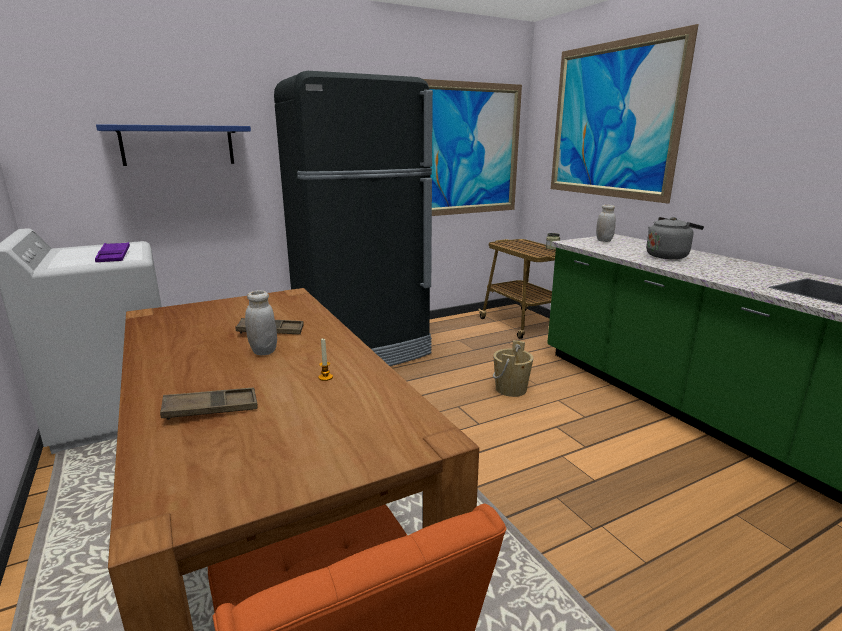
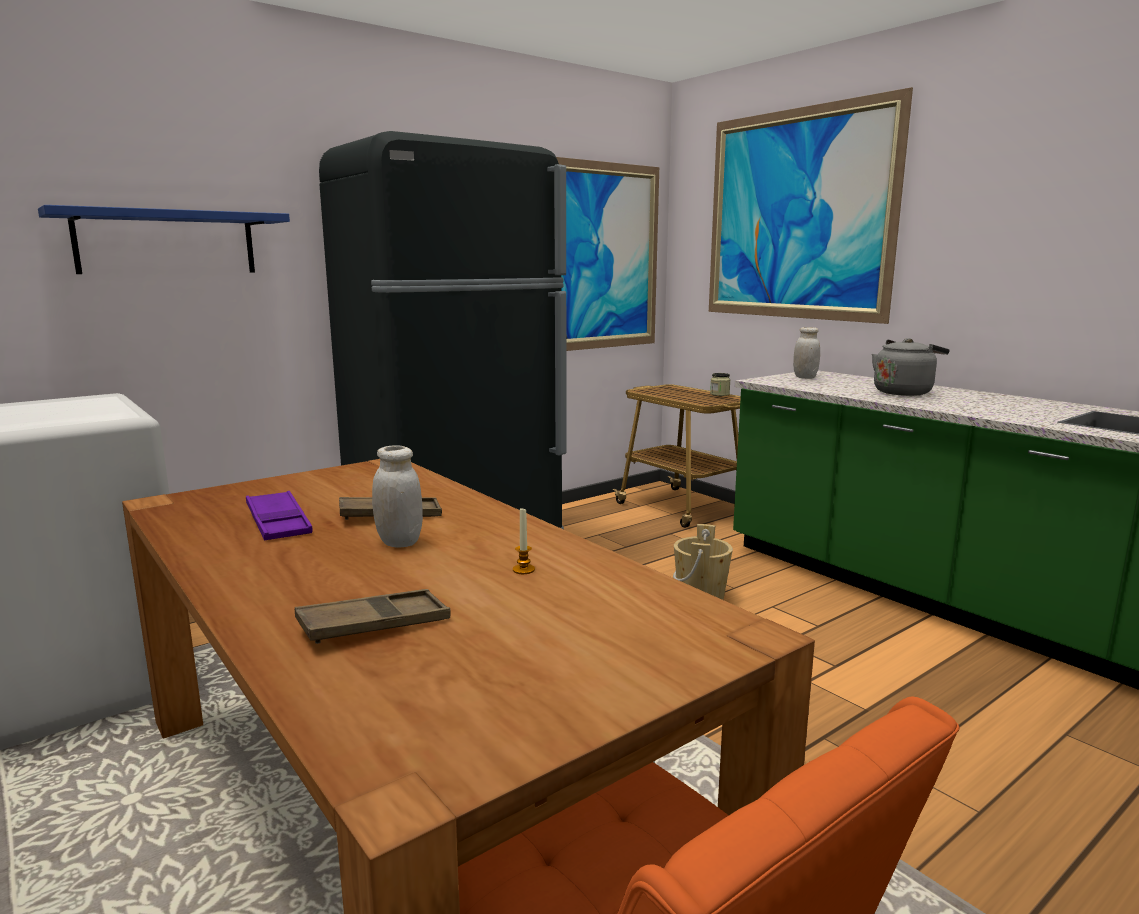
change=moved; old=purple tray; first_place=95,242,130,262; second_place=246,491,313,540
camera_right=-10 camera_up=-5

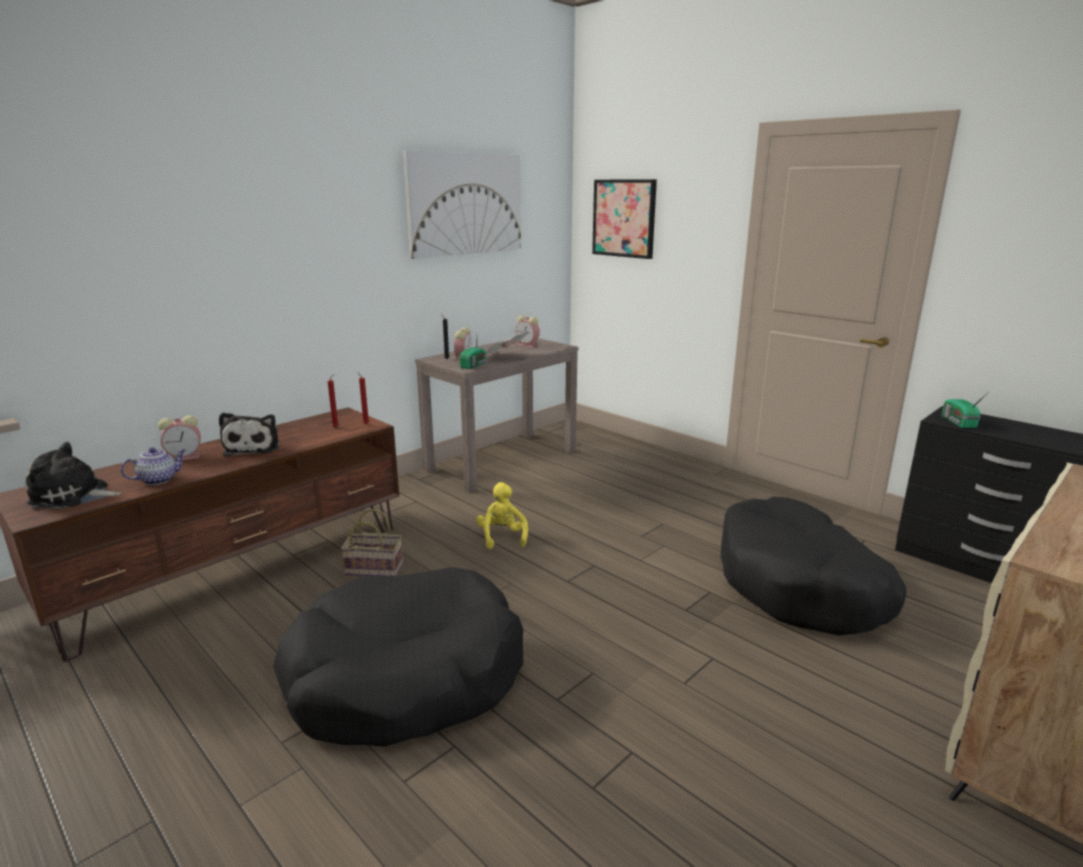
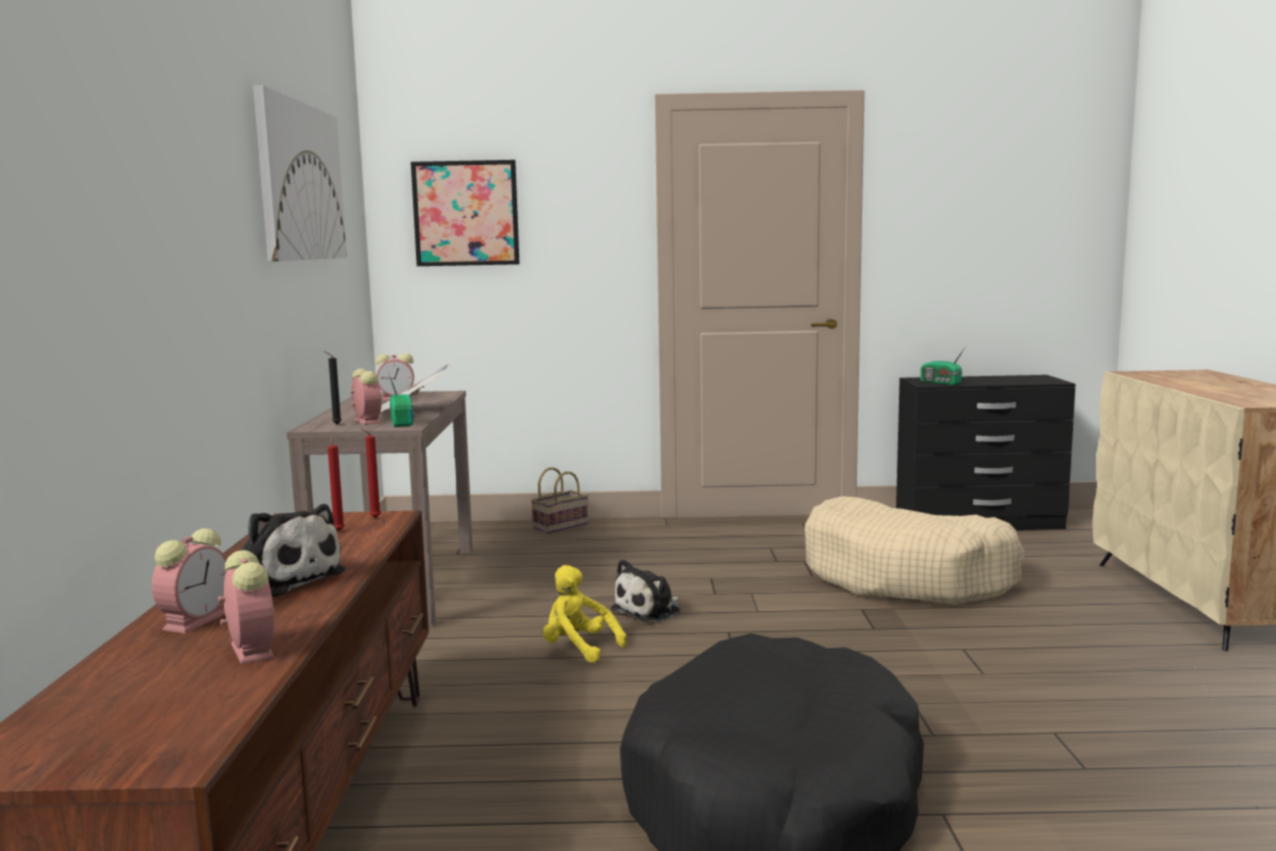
change=replaced; old=teapot; new=alarm clock; first_place=121,447,186,485; second_place=218,550,275,665
change=moved; old=basket; first_place=341,509,403,576; second_place=531,467,588,534
change=moved; old=plush toy; first_place=25,441,121,508; second_place=611,559,681,621
change=recoloured; old=black dog bed; new=beige dog bed; first_place=721,496,906,636; second_place=805,496,1025,605
camera_right=-45 camera_up=-10

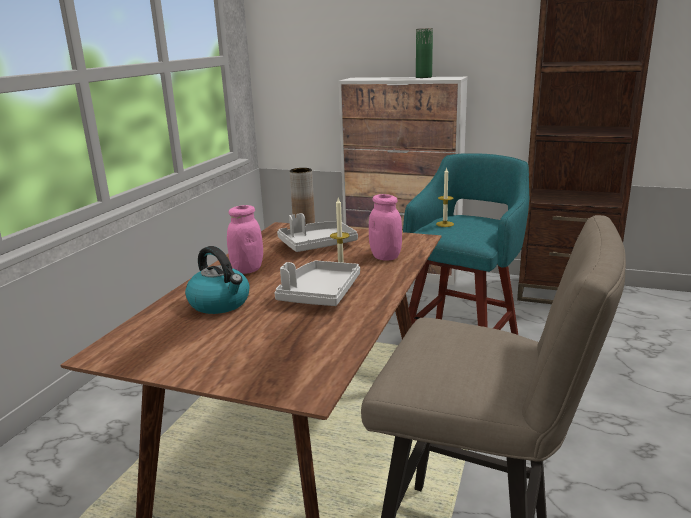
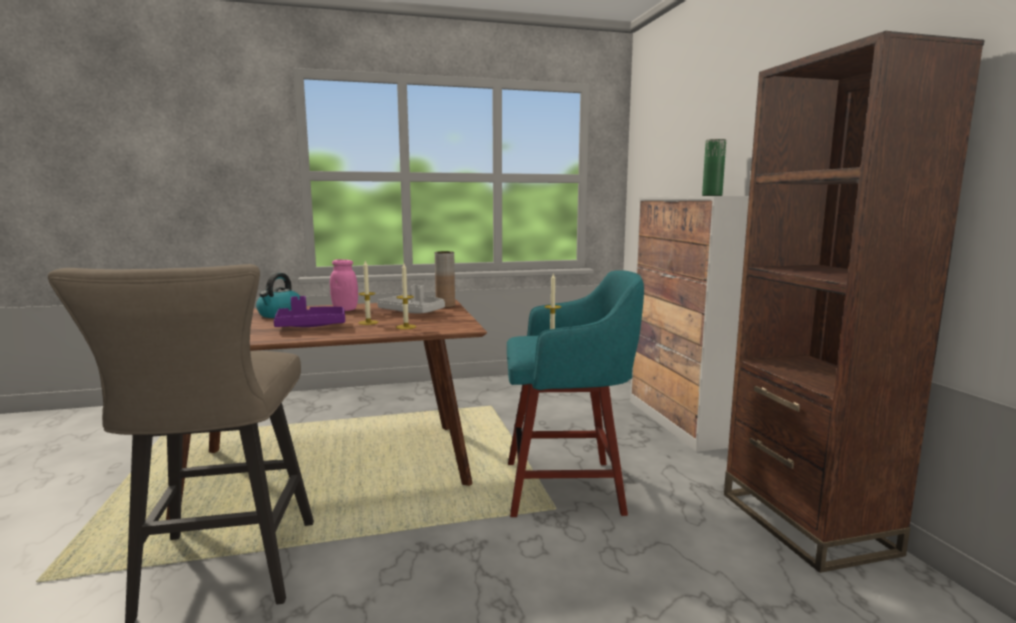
change=recoloured; old=grey tray; new=purple tray; first_place=274,261,360,306; second_place=273,296,345,327
change=replaced; old=pink jar; new=candle; first_place=369,194,402,261; second_place=396,263,416,329
camera_right=55 camera_up=-10

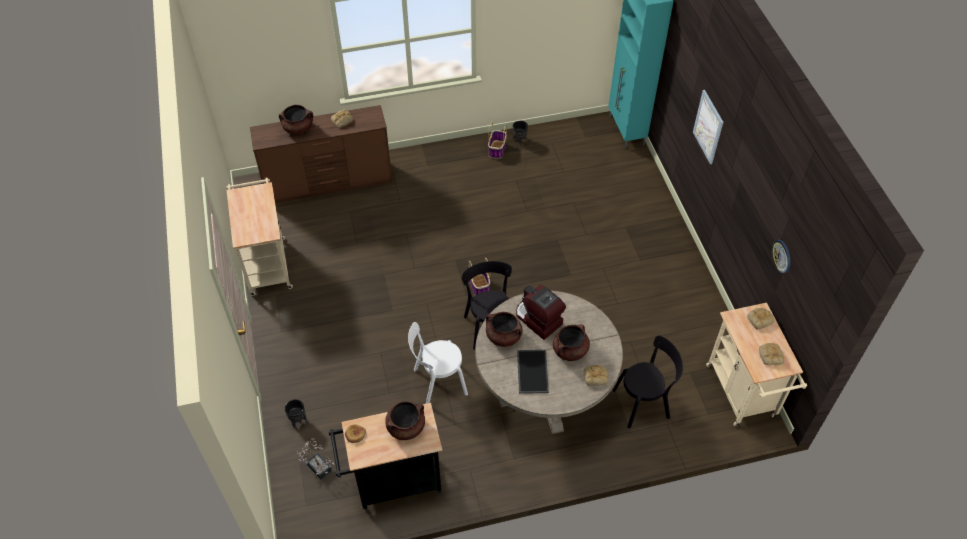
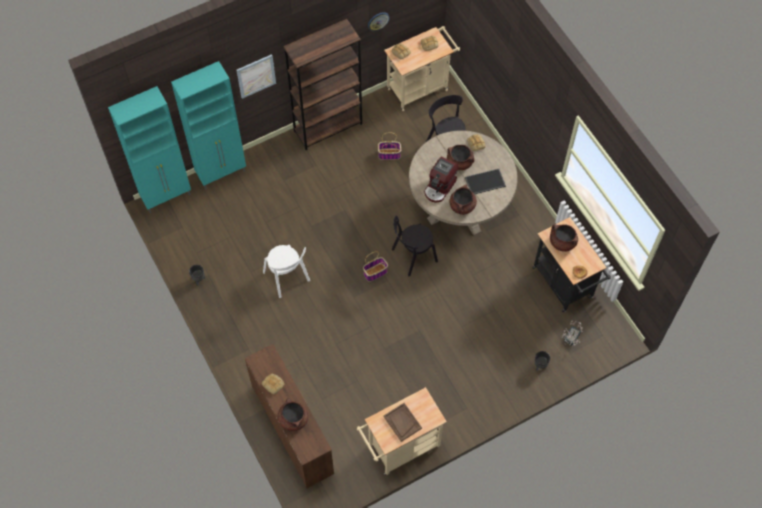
change=added; new=turquoise cabinet; second_place=171,61,246,189
change=moved; old=white chair; first_place=408,322,468,404; second_place=263,245,310,298
change=added; new=brown bookcase; second_place=283,19,362,150
change=moved; old=basket; first_place=488,122,507,159; second_place=378,132,401,160
change=added; new=brown tray; second_place=383,403,422,442
camera_right=-105 camera_up=10

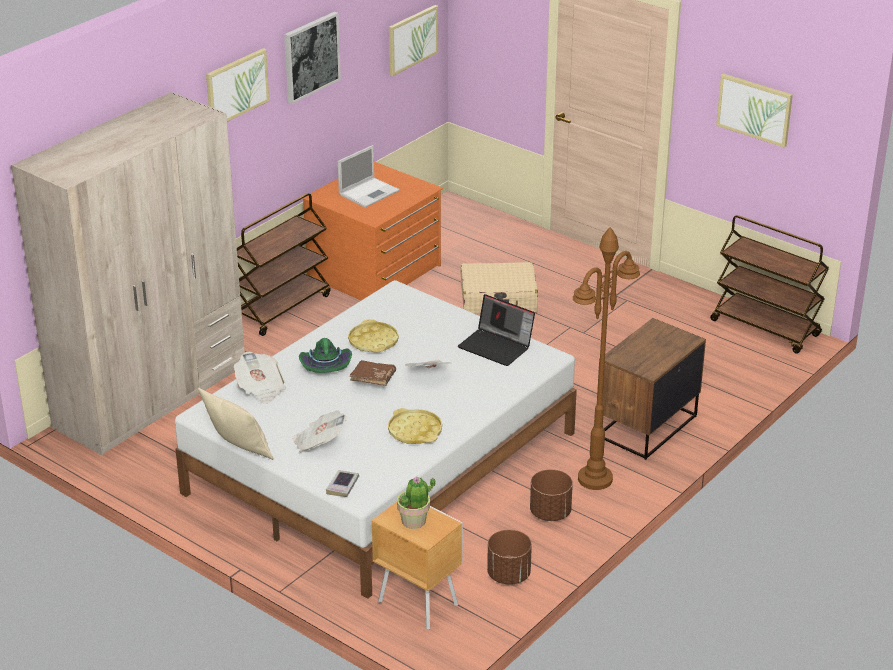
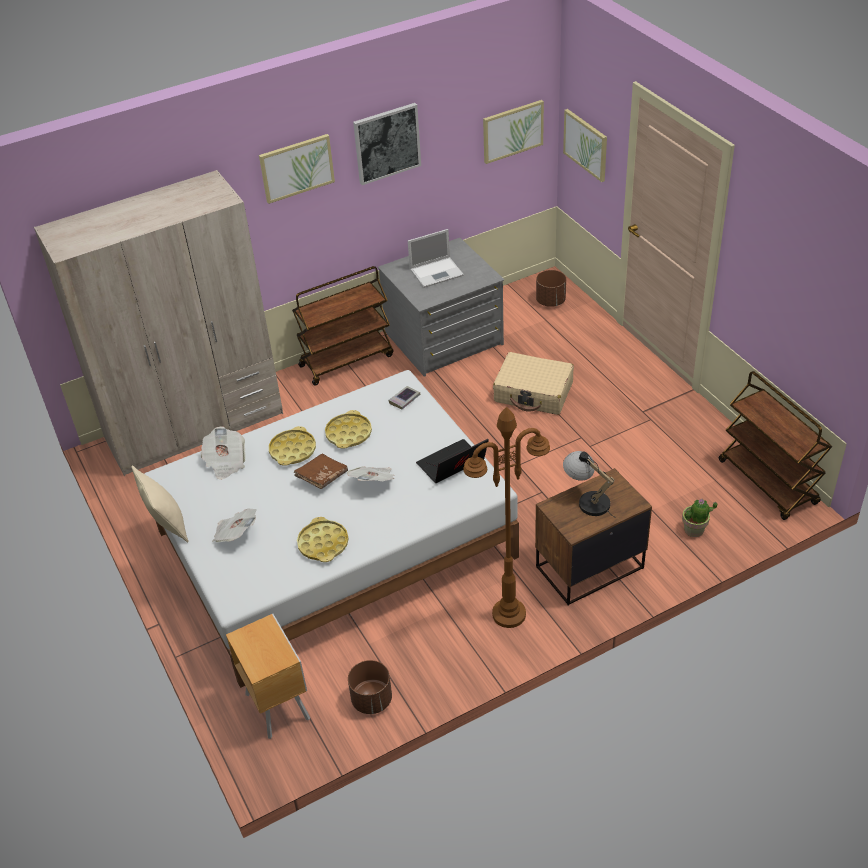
change=replaced; old=green hat; new=yellow tray; first_place=299,338,352,373; second_place=269,426,316,466
change=recoloured; old=orange dresser; new=grey dresser; first_place=302,162,443,300; second_place=378,238,504,377
change=moved; old=book; first_place=326,470,359,497; second_place=389,386,420,409
change=turned; old=laptop; first_place=458,294,535,366; second_place=416,439,489,483; degrees=90
change=moved; old=brown planter; first_place=530,469,573,521; second_place=536,270,566,307
change=moved; old=picture; first_place=716,74,793,148; second_place=563,109,607,182
change=added; new=table lamp; second_place=563,451,616,518
change=moved; old=potted plant; first_place=397,476,435,529; second_place=682,499,717,537
camera_right=25 camera_up=10

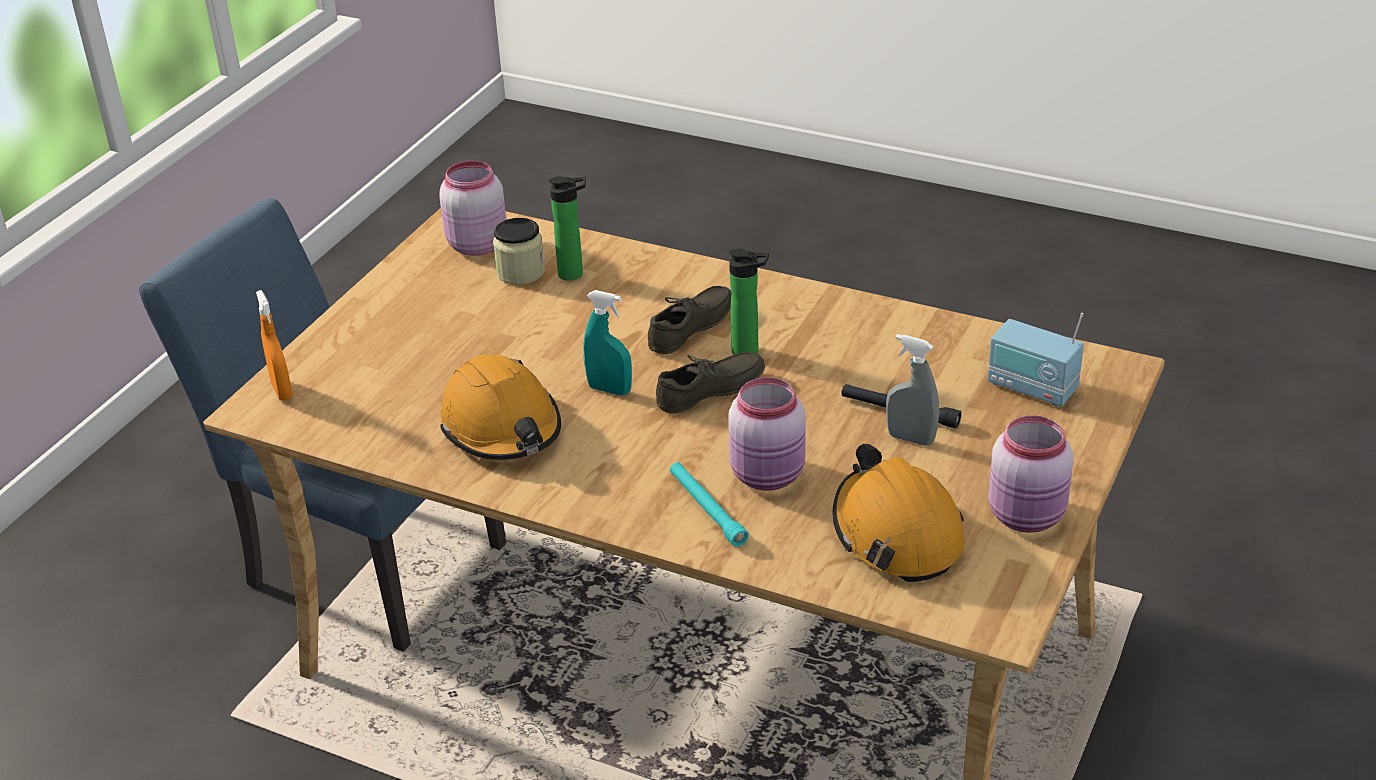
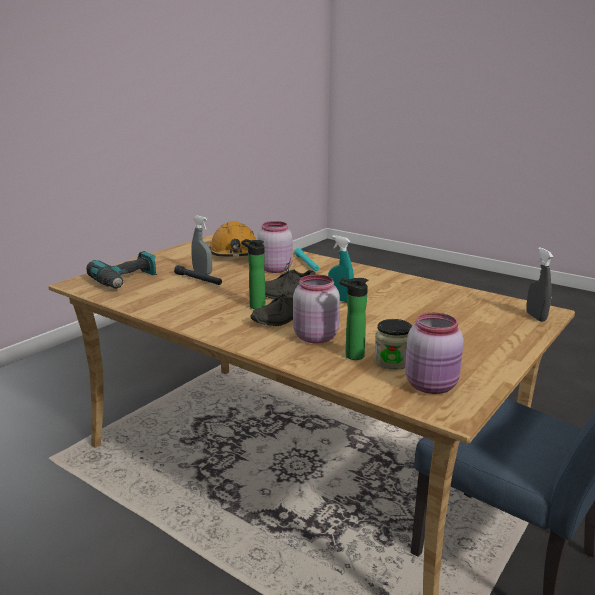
change=replaced; old=radio; new=power drill; first_place=988,313,1084,406; second_place=86,251,157,289
change=moved; old=pink jar; first_place=988,415,1073,533; second_place=293,275,340,344
change=recoloured; old=orange spray bottle; new=grey spray bottle; first_place=256,290,293,401; second_place=526,247,553,322
change=removed; old=orange hard hat; first_place=441,355,561,460
camera_right=-170 camera_up=-15

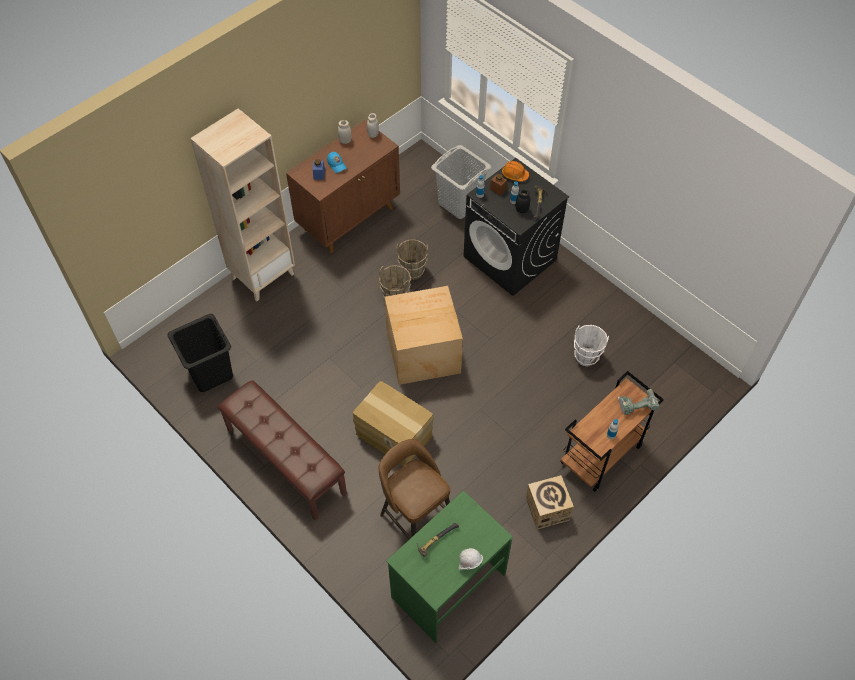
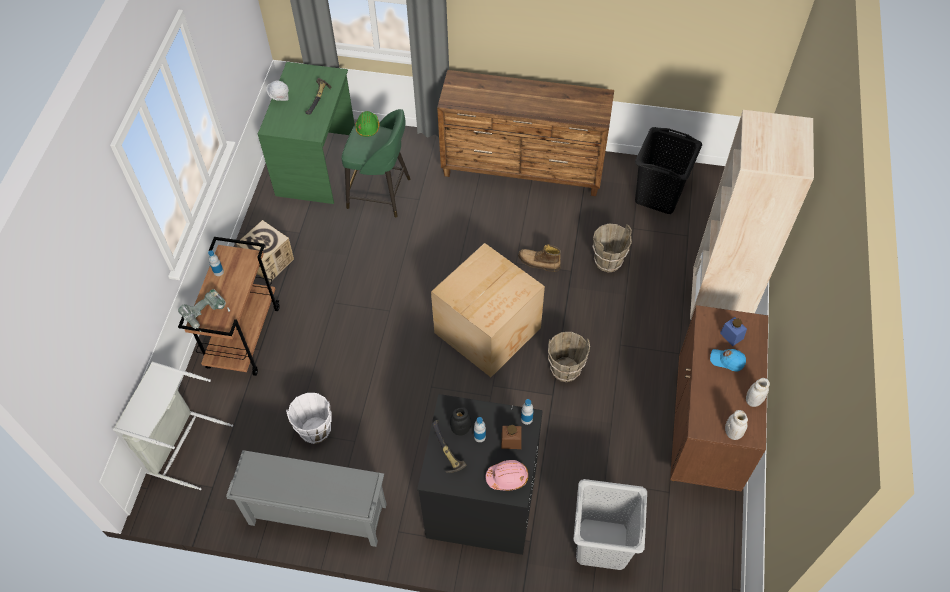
change=added; new=grey laundry basket; second_place=113,362,233,490
change=added; new=grey shoe rack; second_place=226,450,387,547
change=recoloured; old=brown stool; new=green stool; first_place=379,439,450,539; second_place=342,109,410,217
change=added; new=green hard hat; second_place=355,111,379,137
change=replaced; old=brown bench; new=brown dresser; first_place=218,380,347,520; second_place=437,70,614,196
change=recoloured; old=orange hard hat; new=pink hard hat; first_place=502,161,529,182; second_place=486,460,528,491
change=added; new=boot; second_place=518,244,561,272
change=moved; old=brown bucket; first_place=396,240,428,280; second_place=592,224,632,273
change=removed; old=cardboard box; first_place=353,381,434,466
camera_right=145 camera_up=0

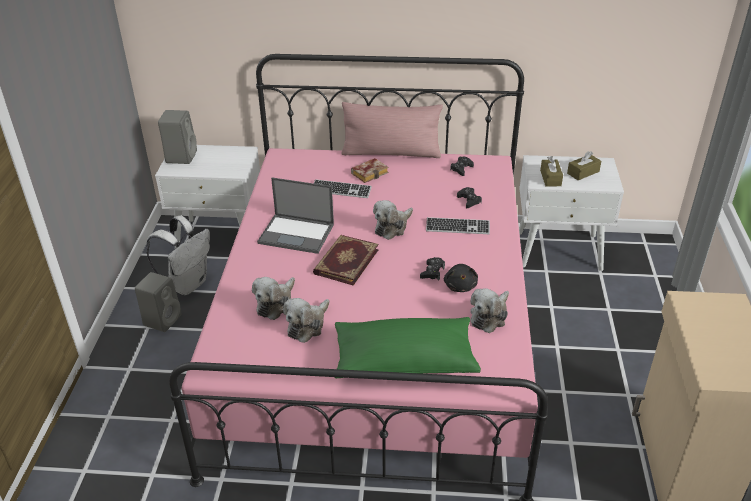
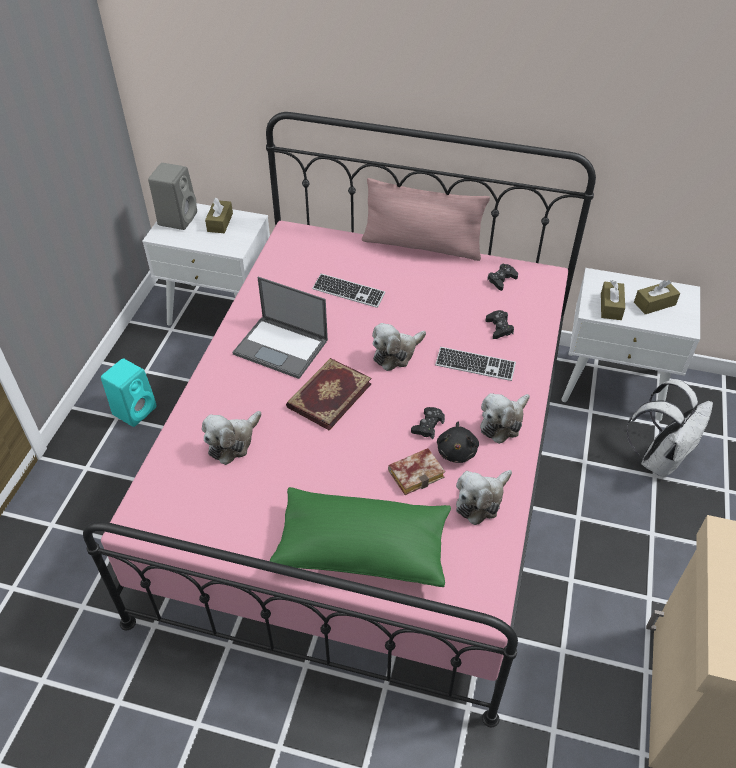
change=recoloured; old=grey speaker; new=turquoise speaker; first_place=135,272,181,332; second_place=101,358,157,427
change=added; new=brown tissue box; second_place=205,198,233,233
change=moved; old=book; first_place=351,158,388,183; second_place=388,448,445,495
change=moved; old=plush toy; first_place=283,298,330,343; second_place=480,393,530,444
change=moved; old=white backpack; first_place=146,215,210,295; second_place=627,379,713,477
camera_right=10 camera_up=10

